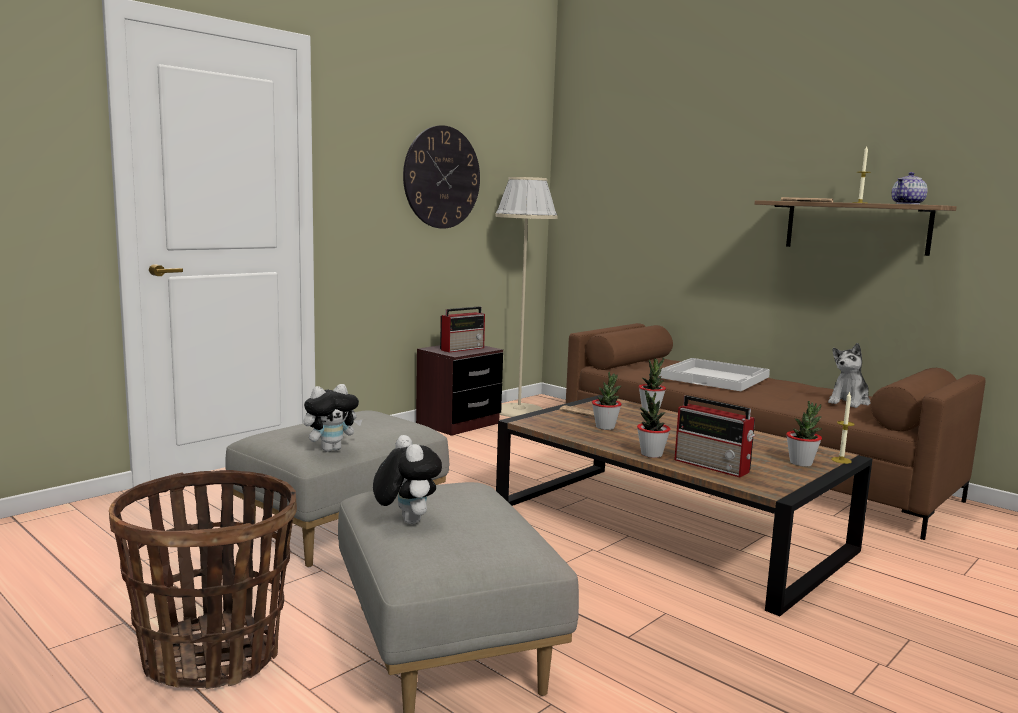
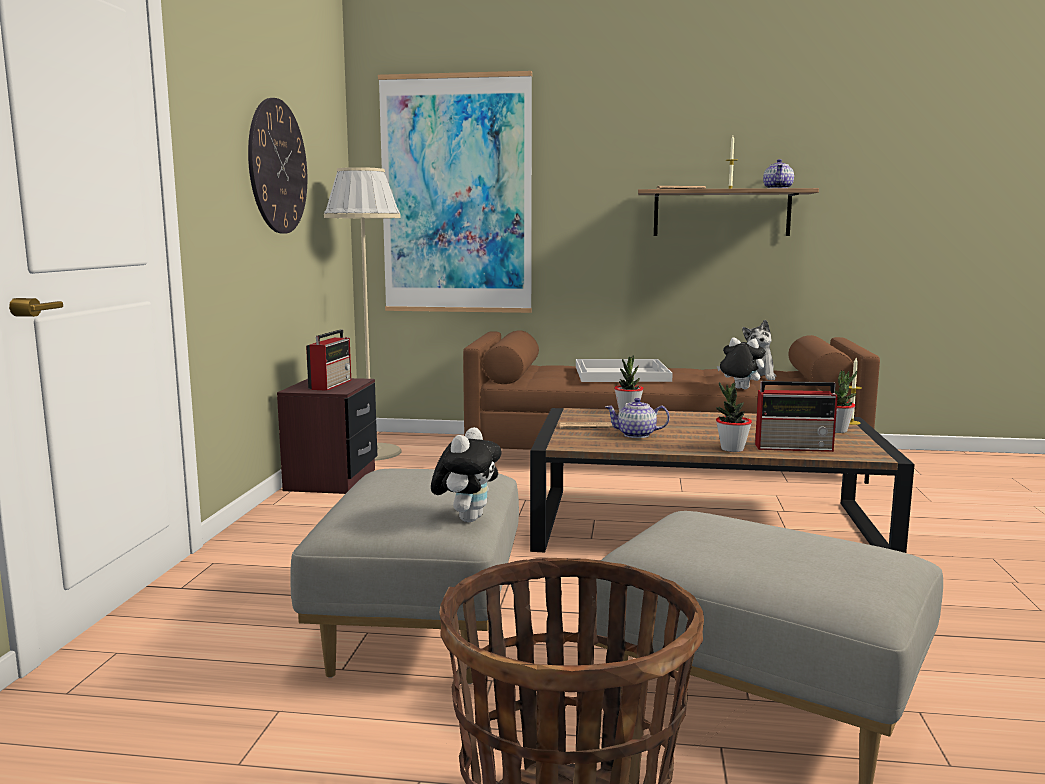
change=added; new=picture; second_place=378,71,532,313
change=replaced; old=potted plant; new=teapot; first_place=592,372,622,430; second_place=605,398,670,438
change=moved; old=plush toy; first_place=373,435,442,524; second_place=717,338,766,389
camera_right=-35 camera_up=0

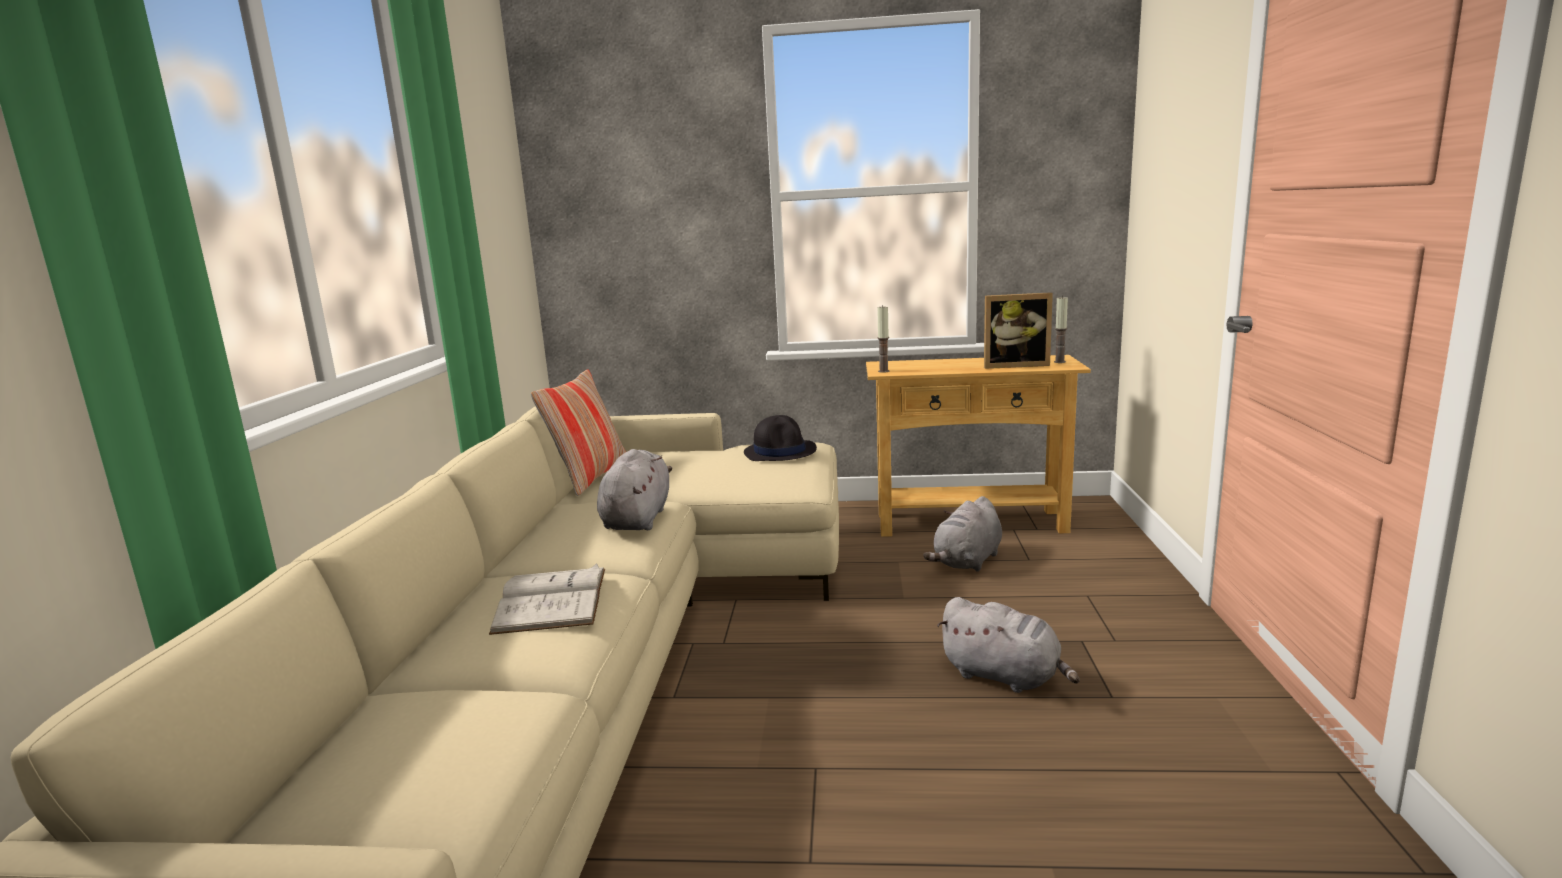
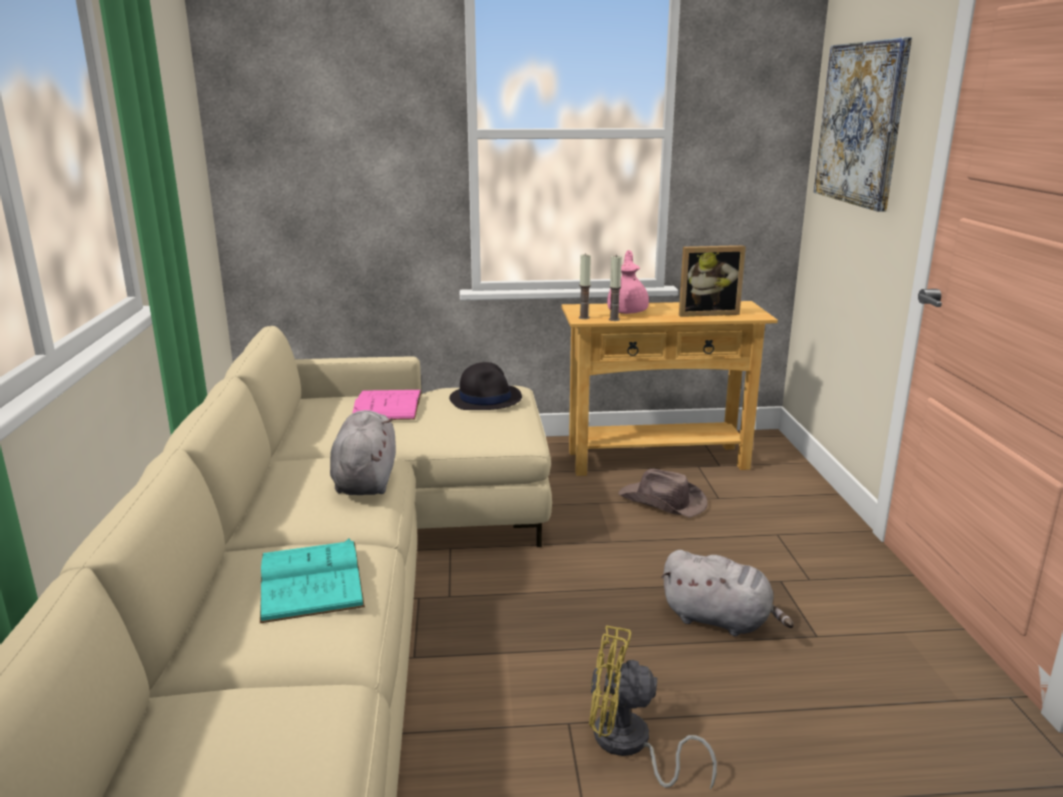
change=recoloured; old=white book; new=turquoise book; first_place=489,563,605,635; second_place=260,538,365,623
change=added; new=pink book; second_place=352,390,422,420
change=added; new=yellow fan; second_place=589,626,717,790
change=added; new=pink teapot; second_place=607,250,649,314
change=moved; old=candle; first_place=1054,296,1068,363; second_place=609,255,622,321
change=replaced; old=grey plush toy; new=brown hat; first_place=923,496,1002,572; second_place=618,469,707,518
change=added; new=picture; second_place=814,37,912,212
change=removed; old=pillow; first_place=531,369,626,496
camera_right=-10 camera_up=5

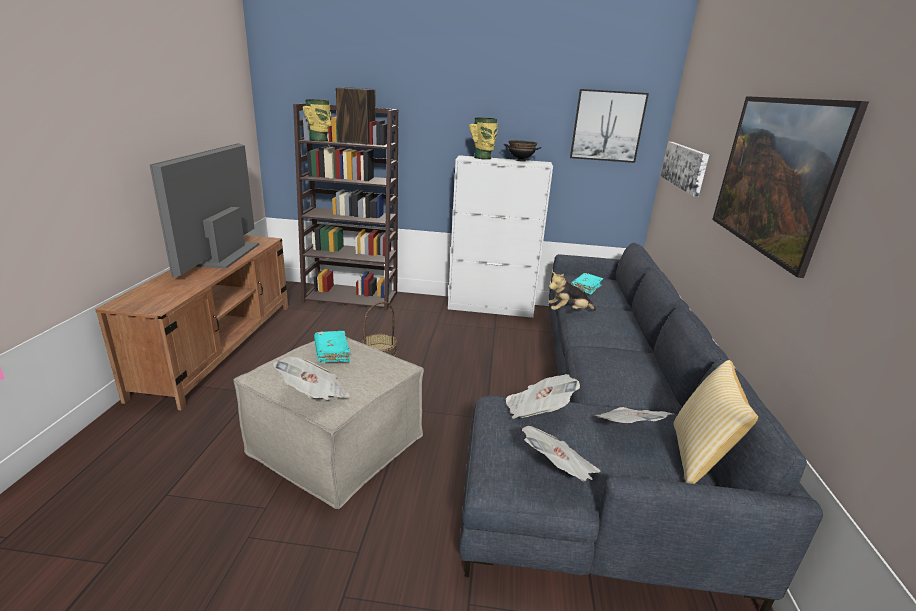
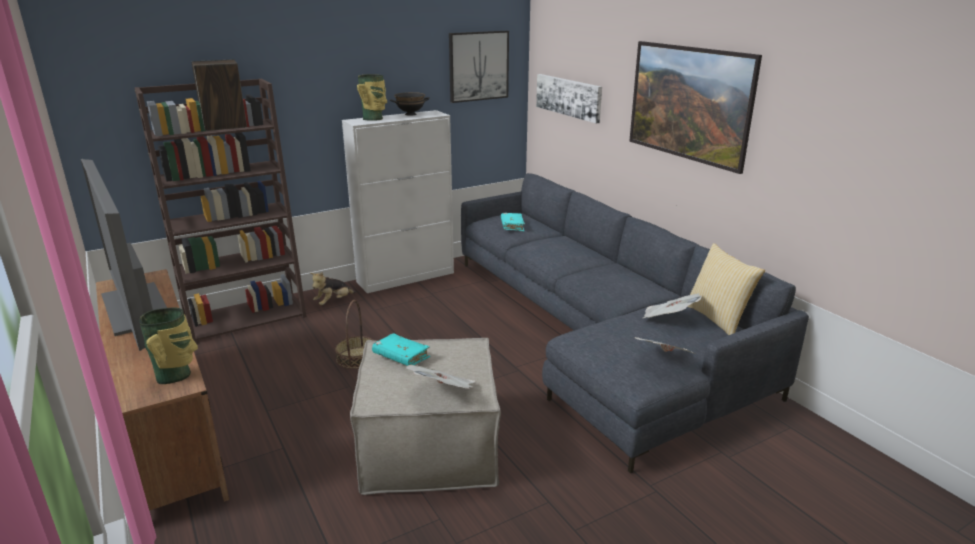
change=moved; old=vase; first_place=303,99,332,142; second_place=139,307,198,384
change=moved; old=plush toy; first_place=548,271,597,311; second_place=310,272,356,305
change=removed; old=newspaper; first_place=506,374,580,419
camera_right=-35 camera_up=0

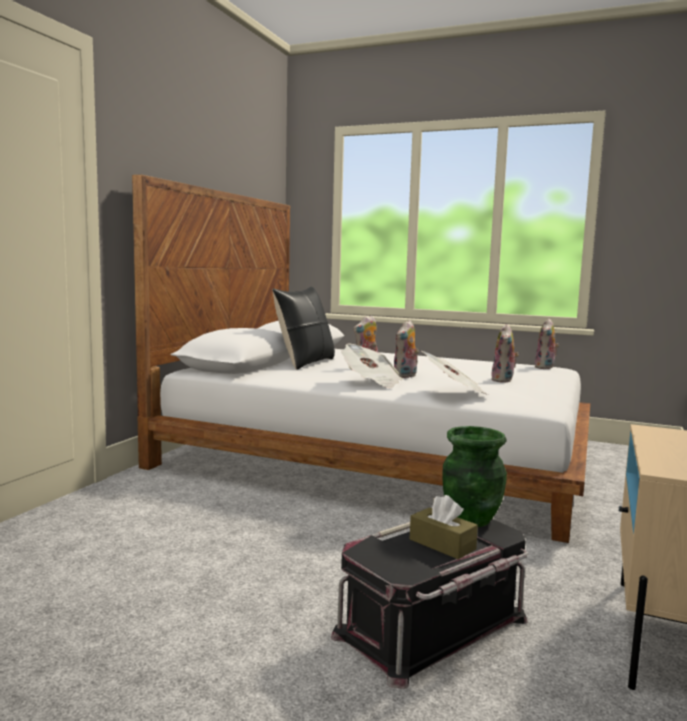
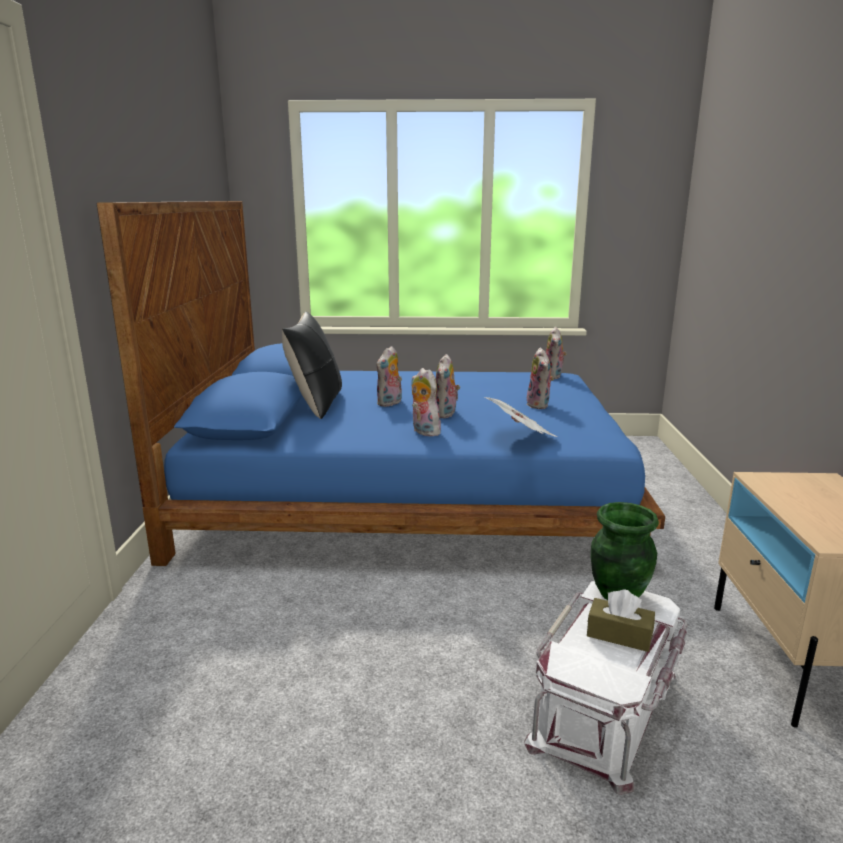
change=recoloured; old=white bed; new=blue bed; first_place=132,175,590,543; second_place=96,201,665,566
change=replaced; old=newspaper; new=plush toy; first_place=341,344,403,388; second_place=411,368,441,436
change=recoloured; old=black storage box; new=white storage box; first_place=331,519,528,689; second_place=524,581,688,795
camera_right=-20 camera_up=10

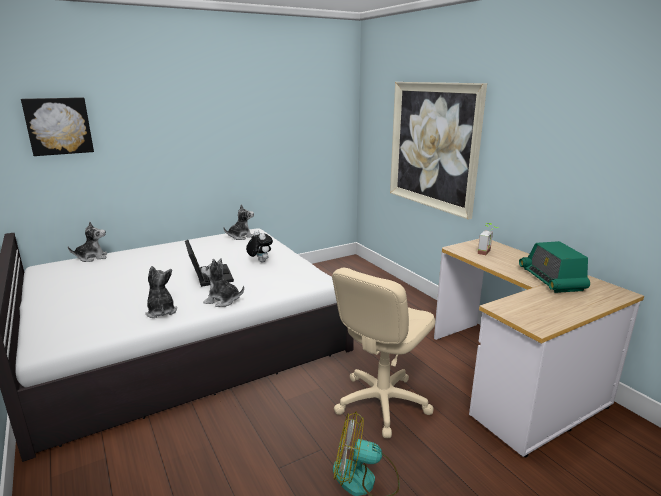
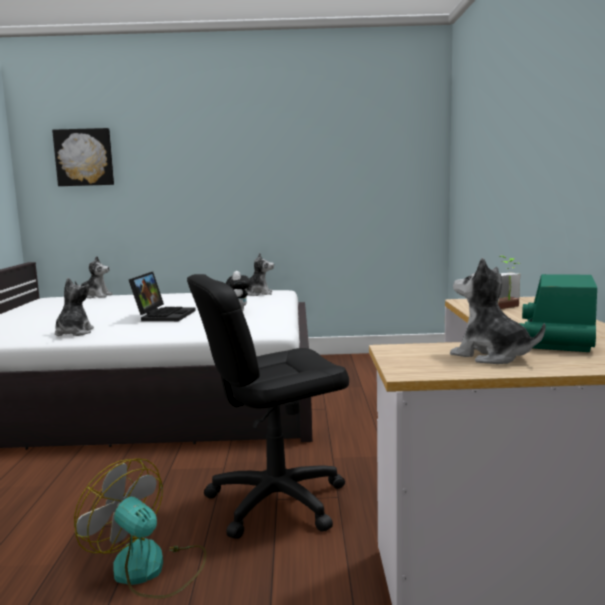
change=recoloured; old=beige office chair; new=black office chair; first_place=332,268,435,438; second_place=187,274,349,539
change=moved; old=plush toy; first_place=201,258,244,307; second_place=450,258,546,364
change=removed; old=picture; first_place=390,82,487,220
camera_right=30 camera_up=-10

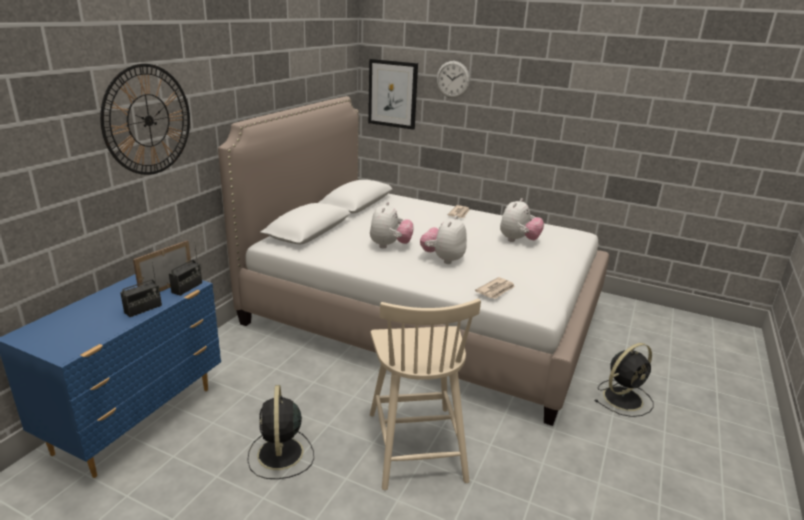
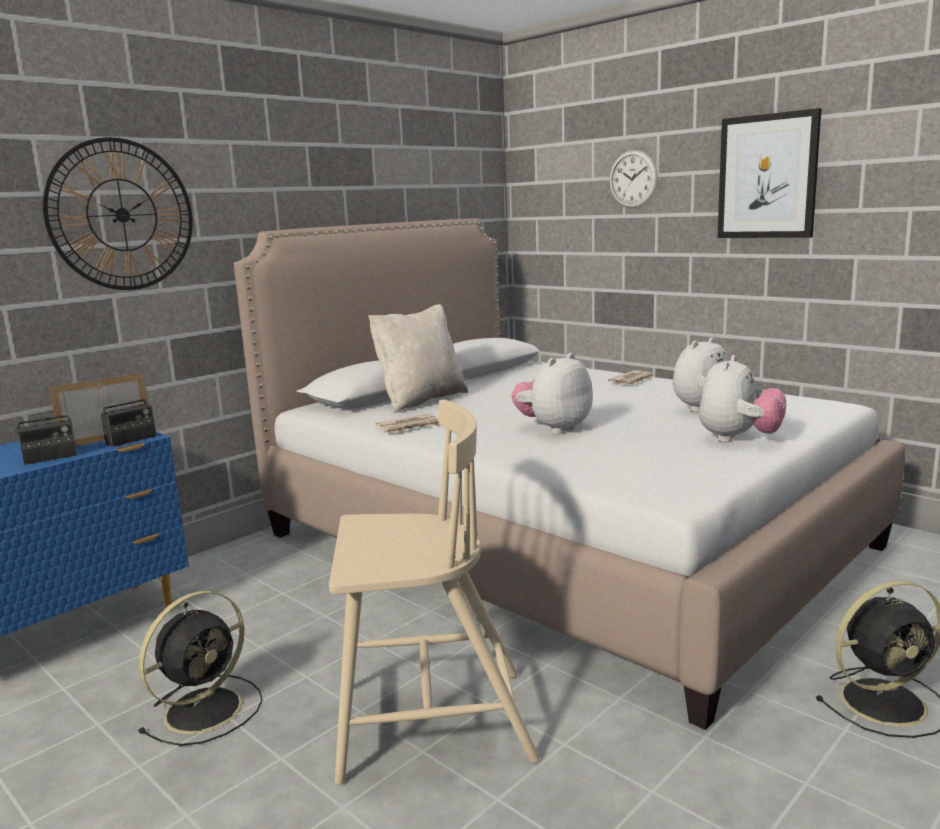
change=turned; old=black fan; first_place=247,385,314,479; second_place=138,591,263,746; degrees=-150
change=turned; old=beige chair; first_place=370,298,481,490; second_place=329,400,540,785; degrees=-105
change=added; new=beige pillow; second_place=368,304,468,413
change=moved; old=newspaper; first_place=475,277,515,299; second_place=376,414,439,433
change=moved; old=plush toy; first_place=370,202,414,249; second_place=699,355,786,442
change=moved; old=picture; first_place=368,59,418,130; second_place=718,108,821,238
camera_right=20 camera_up=-10

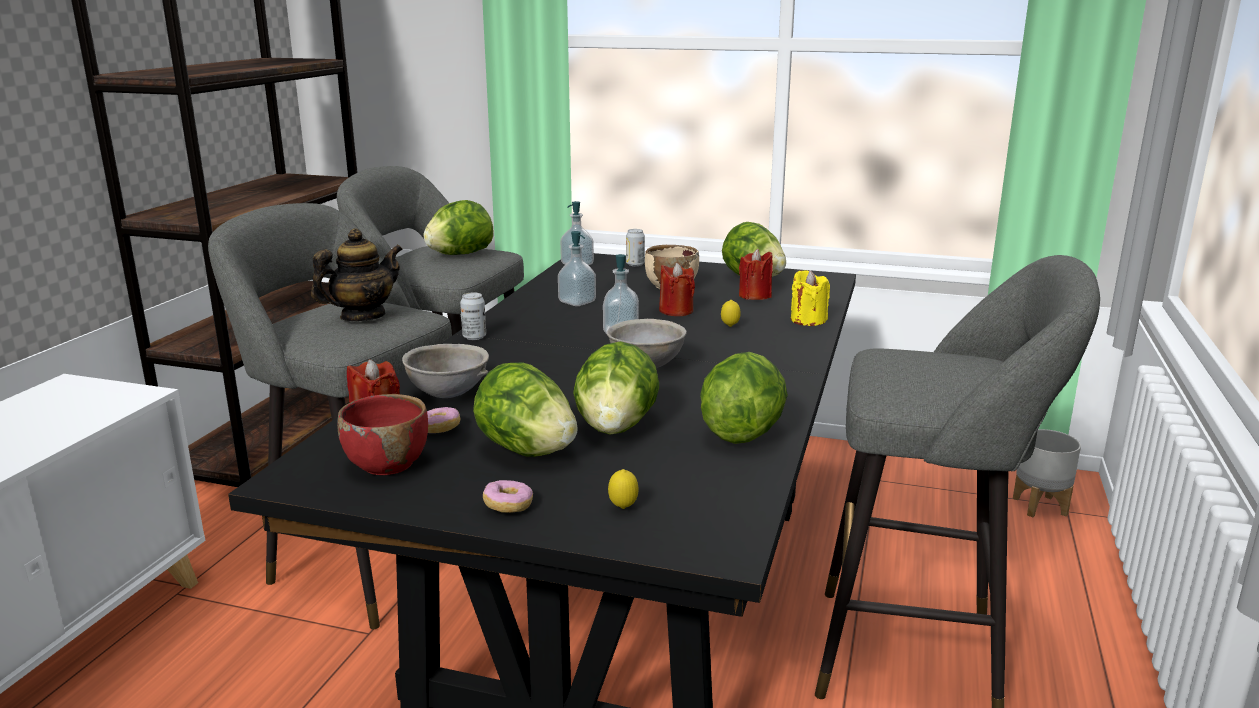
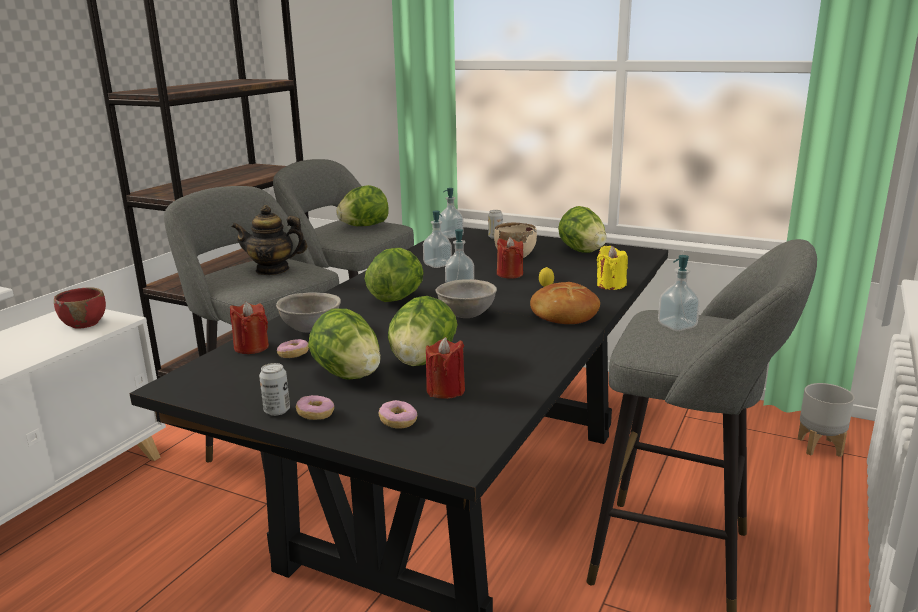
change=moved; old=red bowl; first_place=337,394,428,475; second_place=54,288,106,329
change=turned; old=teapot; first_place=311,228,403,321; second_place=232,205,308,275; degrees=-150
change=moved; old=can; first_place=460,292,486,340; second_place=259,363,290,416
change=moved; old=lettuce; first_place=700,352,788,444; second_place=365,248,424,302
change=replaced; old=lemon; new=donut; first_place=608,469,638,509; second_place=379,400,417,429
change=moved; old=red candle; first_place=739,249,773,300; second_place=426,337,465,399
change=added; new=bread; second_place=530,282,600,324
change=added; new=soap dispenser; second_place=658,255,700,331
camera_right=10 camera_up=0

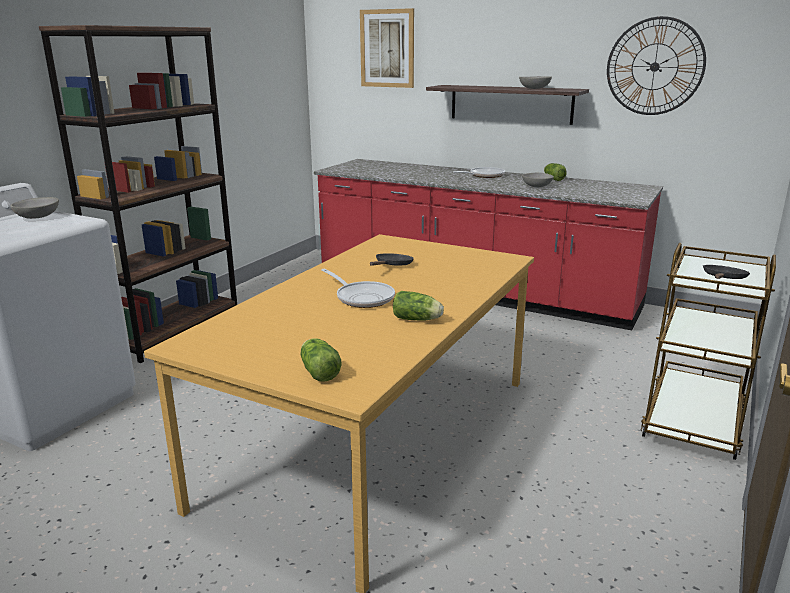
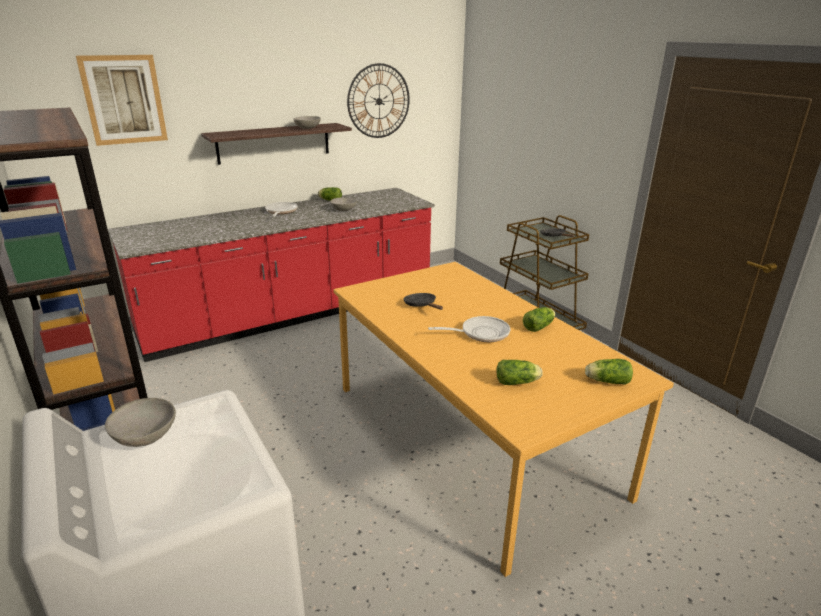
change=added; new=lettuce; second_place=497,360,543,385
camera_right=-60 camera_up=5

